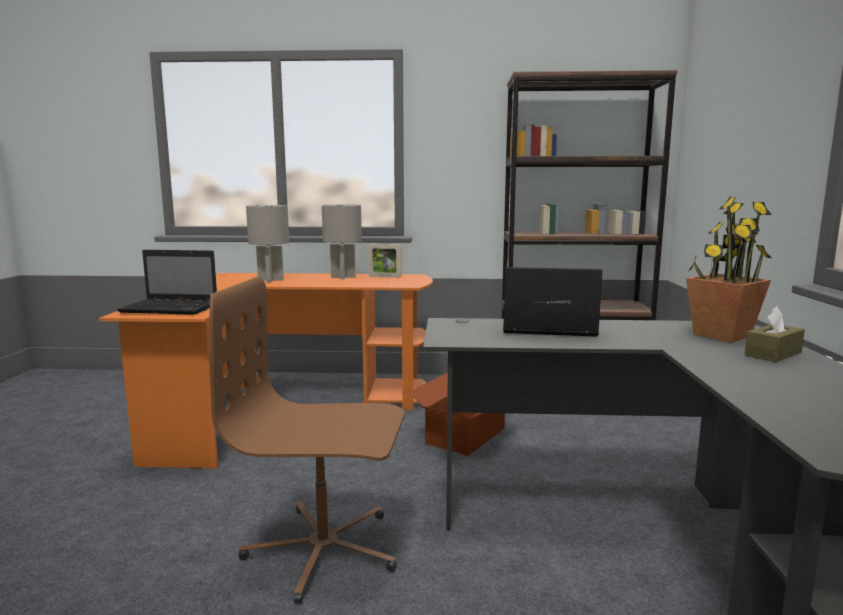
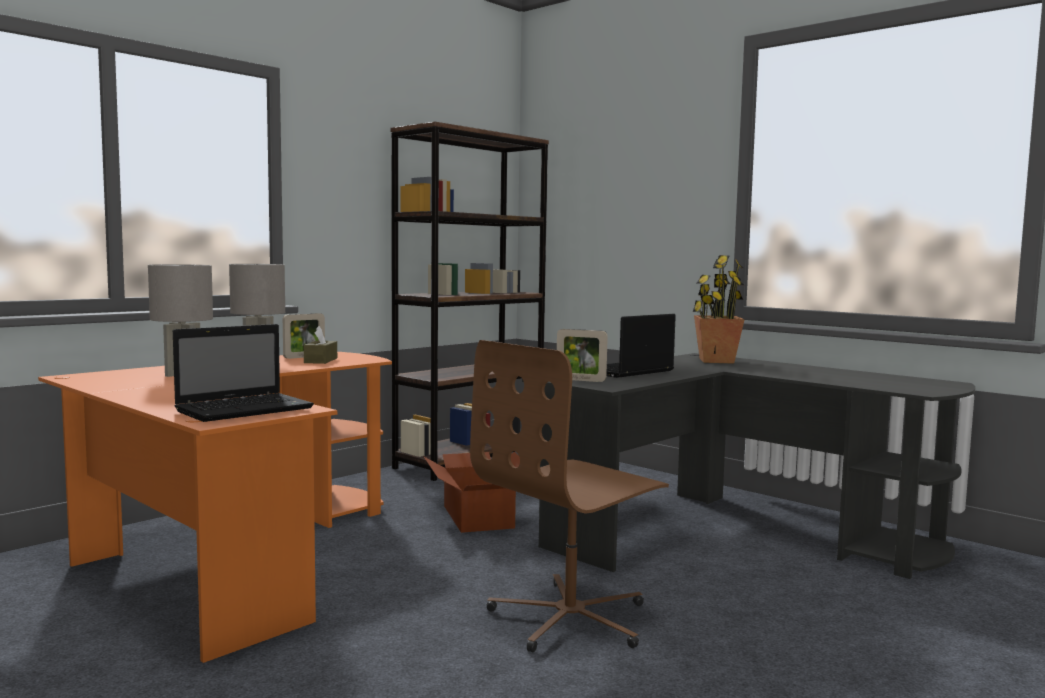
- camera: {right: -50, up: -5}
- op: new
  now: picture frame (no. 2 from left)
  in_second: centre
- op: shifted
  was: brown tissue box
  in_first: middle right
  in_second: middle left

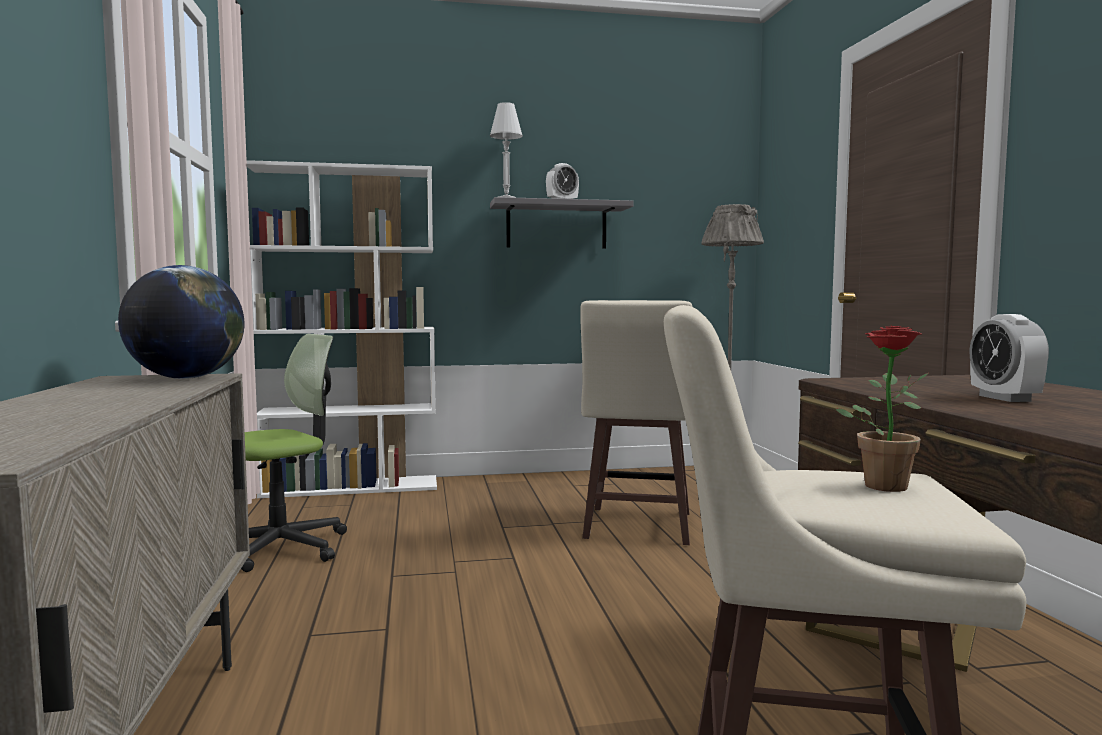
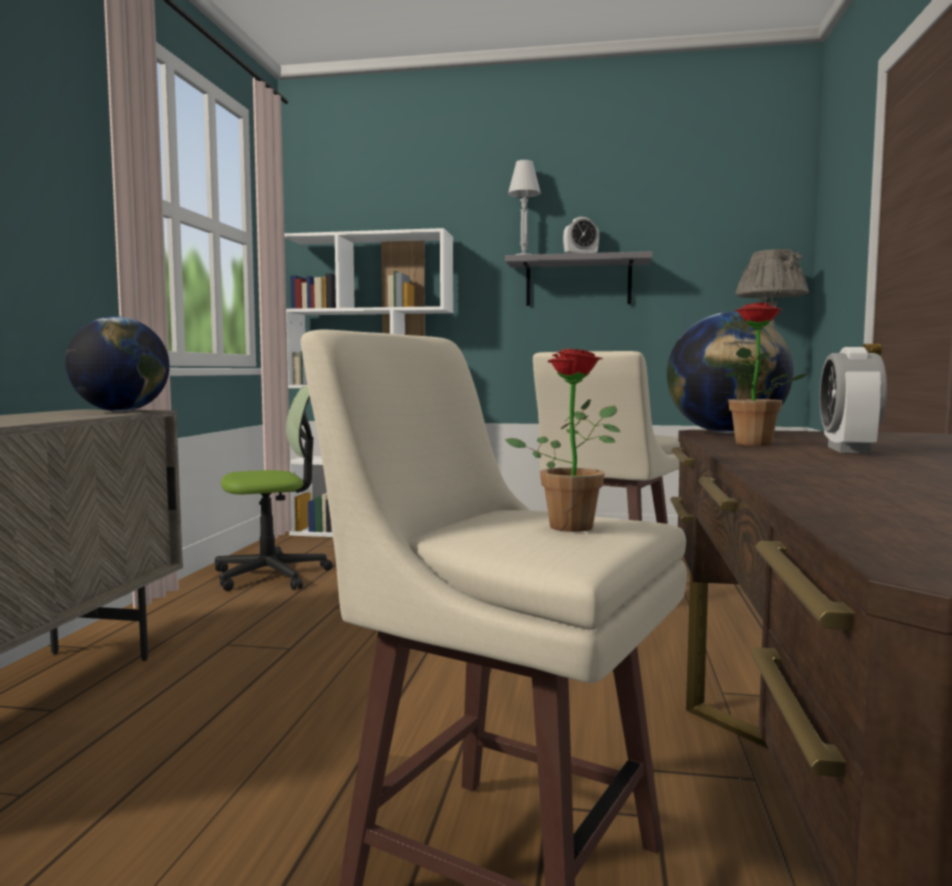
- camera: {right: 20, up: 0}
- op: new
  now: globe (no. 2 from left)
  in_second: middle right
- op: new
  now: potted plant (no. 2 from left)
  in_second: middle right

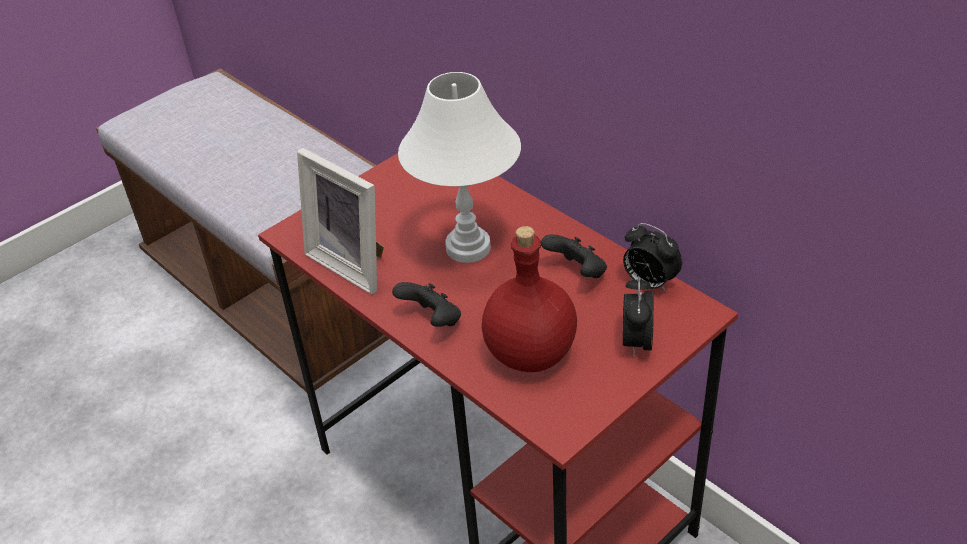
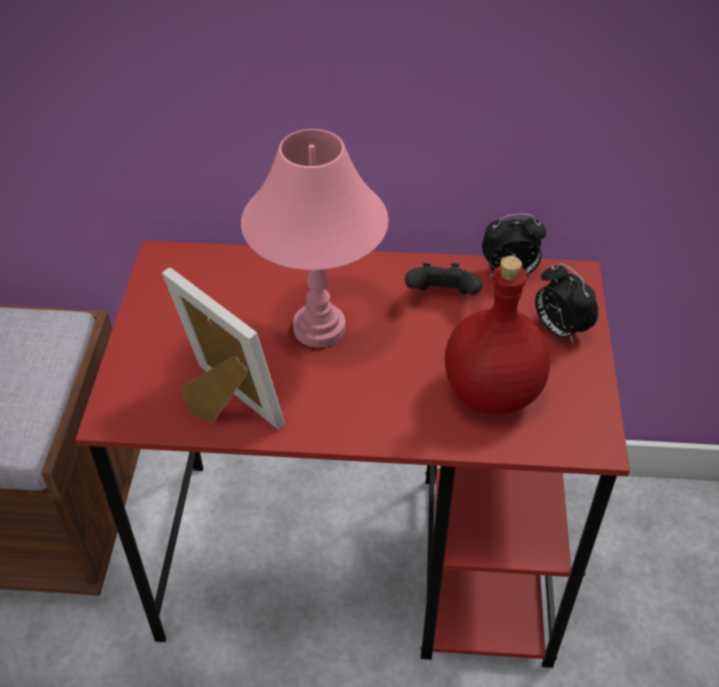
- camera: {right: -45, up: 5}
- op: gone
  was: black game controller (no. 1 from left)
  in_first: centre
- op: repainted
  was: white table lamp
  now: pink table lamp
  in_first: top centre
  in_second: centre
- op: rotated
  was: picture frame
  in_first: centre
  in_second: middle left
  clockwise: -135

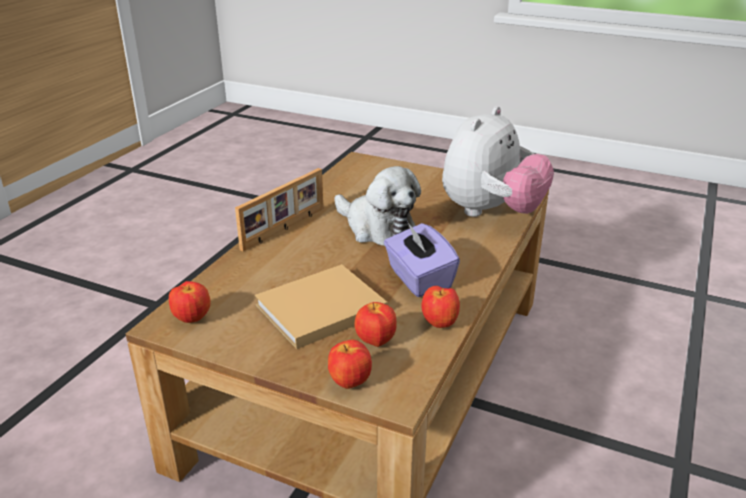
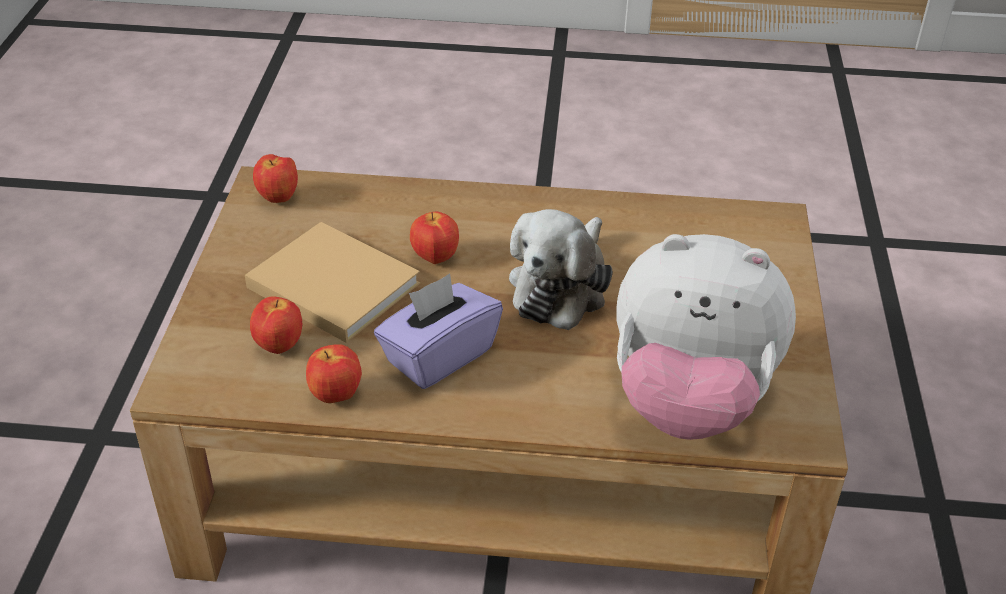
- camera: {right: 70, up: 10}
- op: gone
  was: picture frame
  in_first: centre
- op: shifted
  was: apple (no. 2 from left in the first image)
  now: apple (no. 4 from left)
  in_first: bottom centre
  in_second: centre

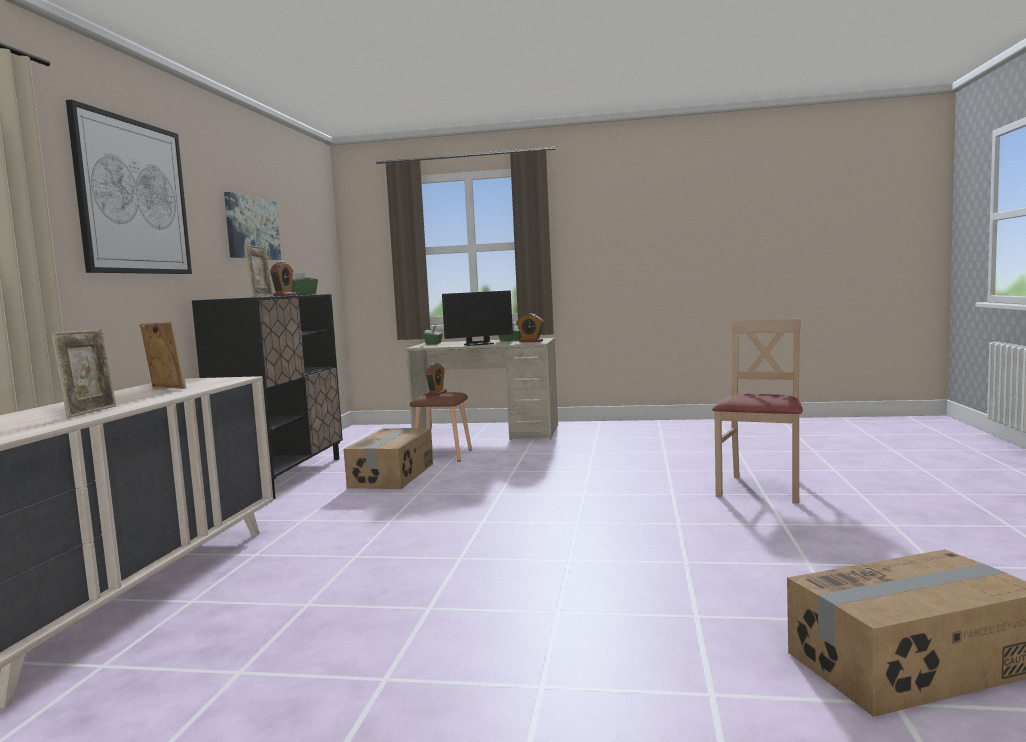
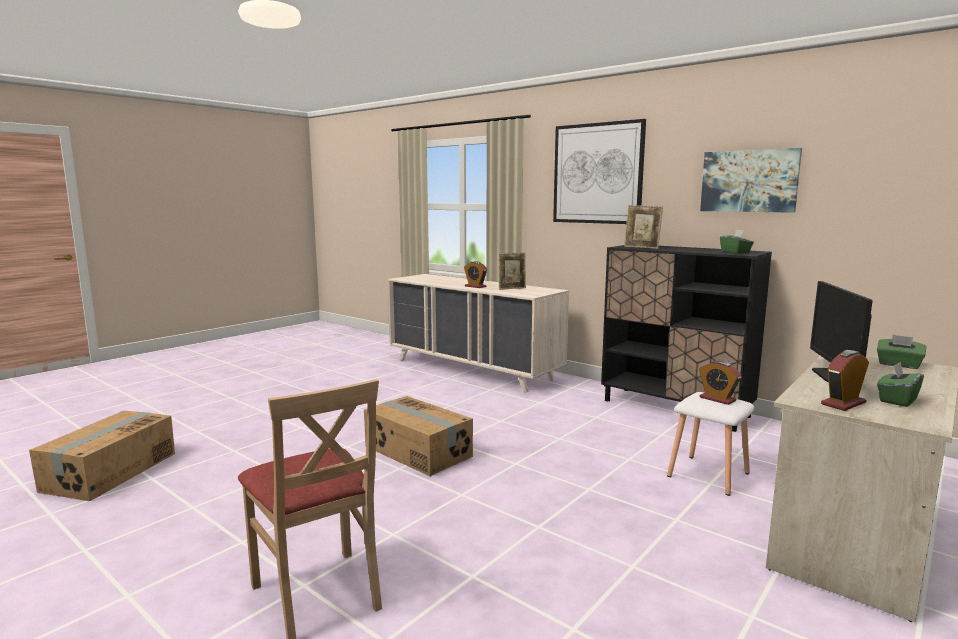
- camera: {right: 120, up: 5}
- op: gone
  was: picture frame (no. 1 from left)
  in_first: middle left
- op: shifted
  was: alarm clock (no. 1 from left)
  in_first: middle left
  in_second: centre
- op: shifted
  was: cardboard box (no. 1 from left in the first image)
  now: cardboard box (no. 2 from left)
  in_first: centre
  in_second: bottom centre
- op: repainted
  was: brown stool
  now: white stool
  in_first: centre
  in_second: bottom right

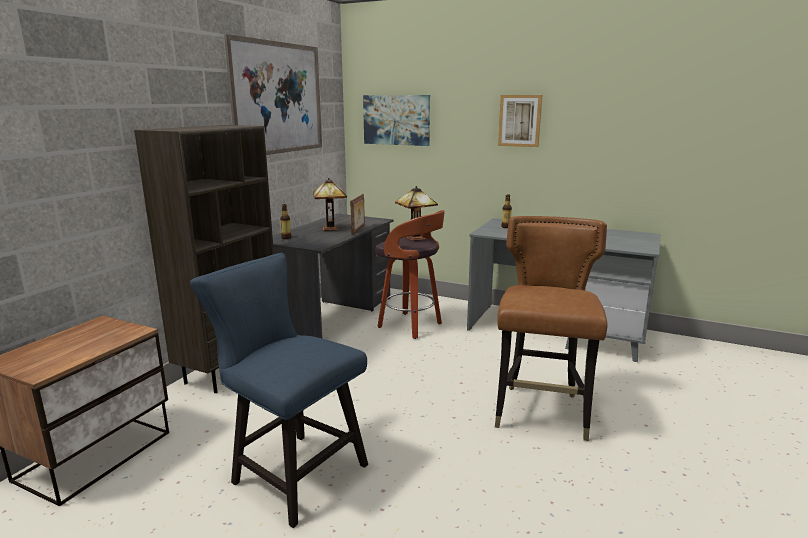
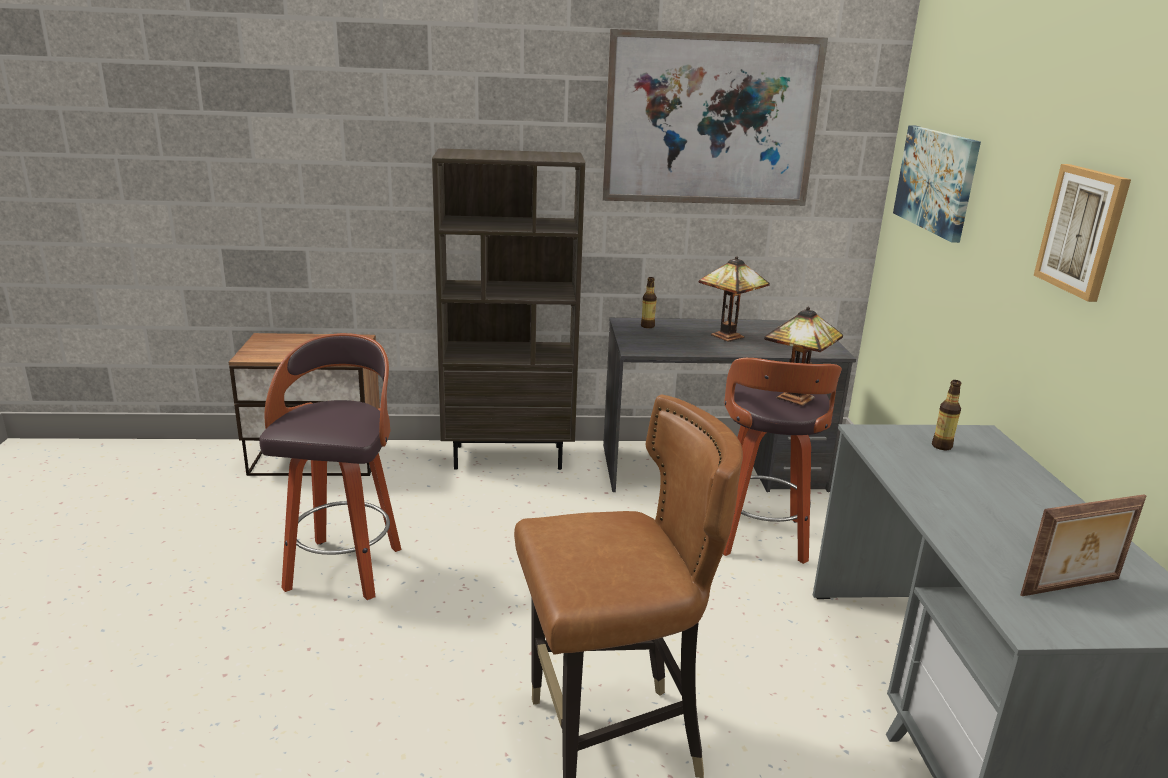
- camera: {right: 60, up: 5}
- op: shifted
  was: picture frame
  in_first: centre
  in_second: bottom right
- op: swapped
  was: blue chair
  now: stool (no. 1 from left)
  in_first: bottom centre
  in_second: middle left

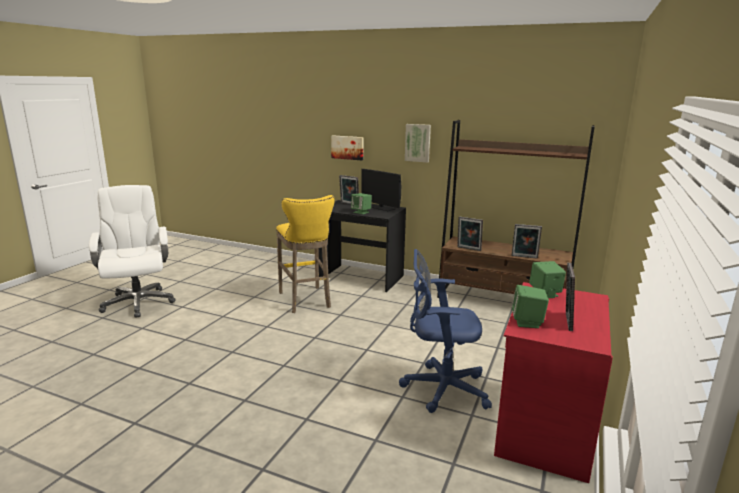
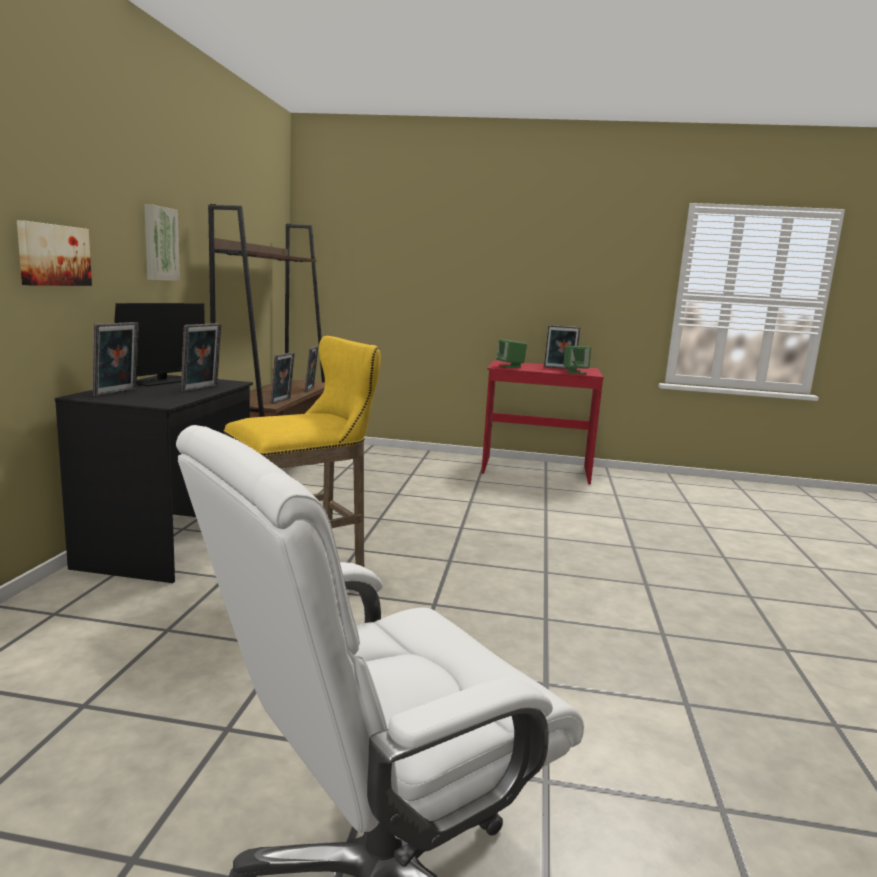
- camera: {right: -105, up: -5}
- op: gone
  was: blue office chair
  in_first: bottom centre
- op: swapped
  was: green speaker (no. 1 from left)
  now: picture frame (no. 2 from left)
  in_first: centre
  in_second: middle left

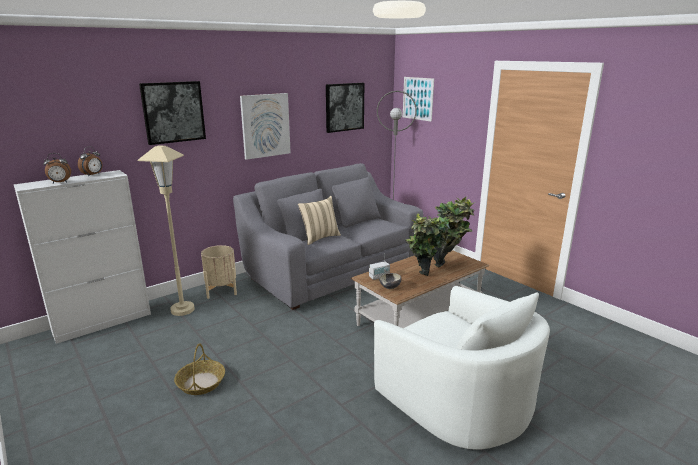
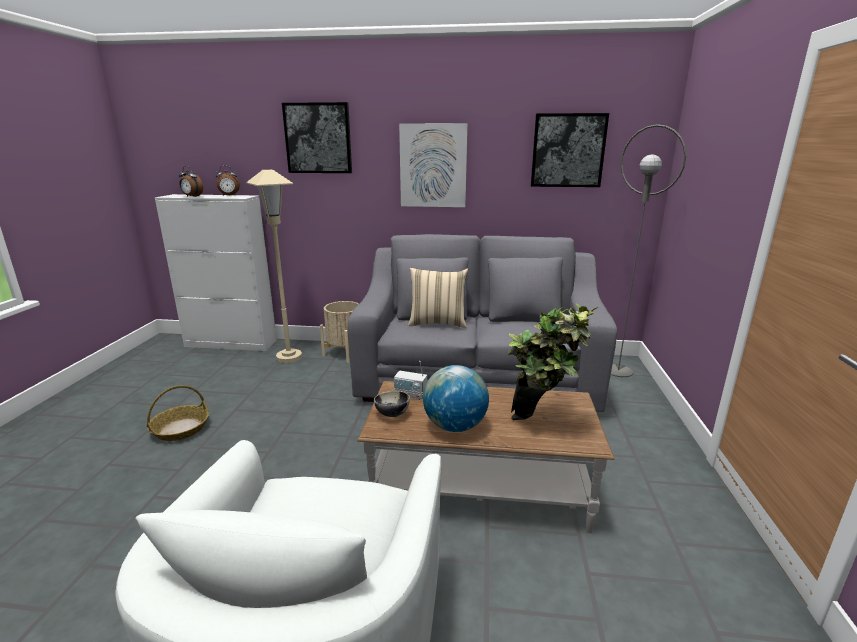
- camera: {right: 45, up: 0}
- op: gone
  was: picture (no. 4 from left)
  in_first: top centre
- op: swapped
  was: potted plant (no. 1 from left)
  now: globe
  in_first: centre
  in_second: centre

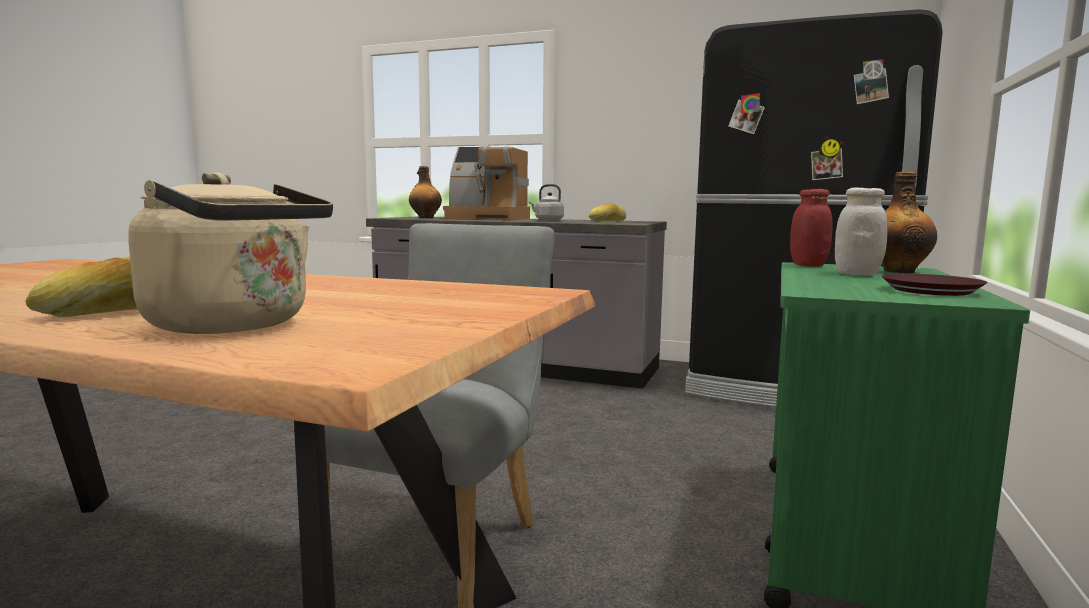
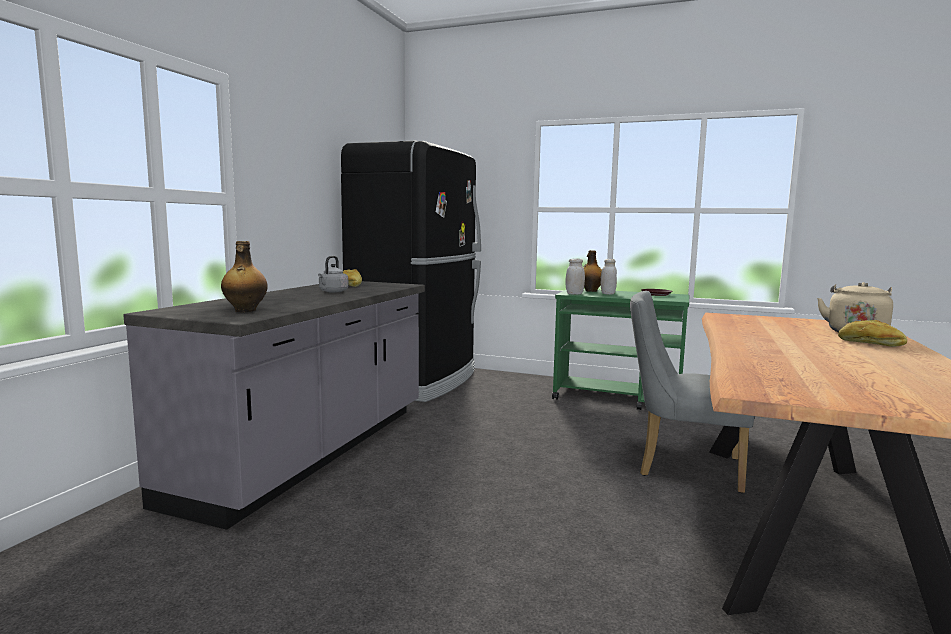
- camera: {right: -90, up: 0}
- op: gone
  was: coffee machine
  in_first: top centre
- op: repainted
  was: red jar
  now: white jar (no. 1 from left)
  in_first: middle right
  in_second: centre

